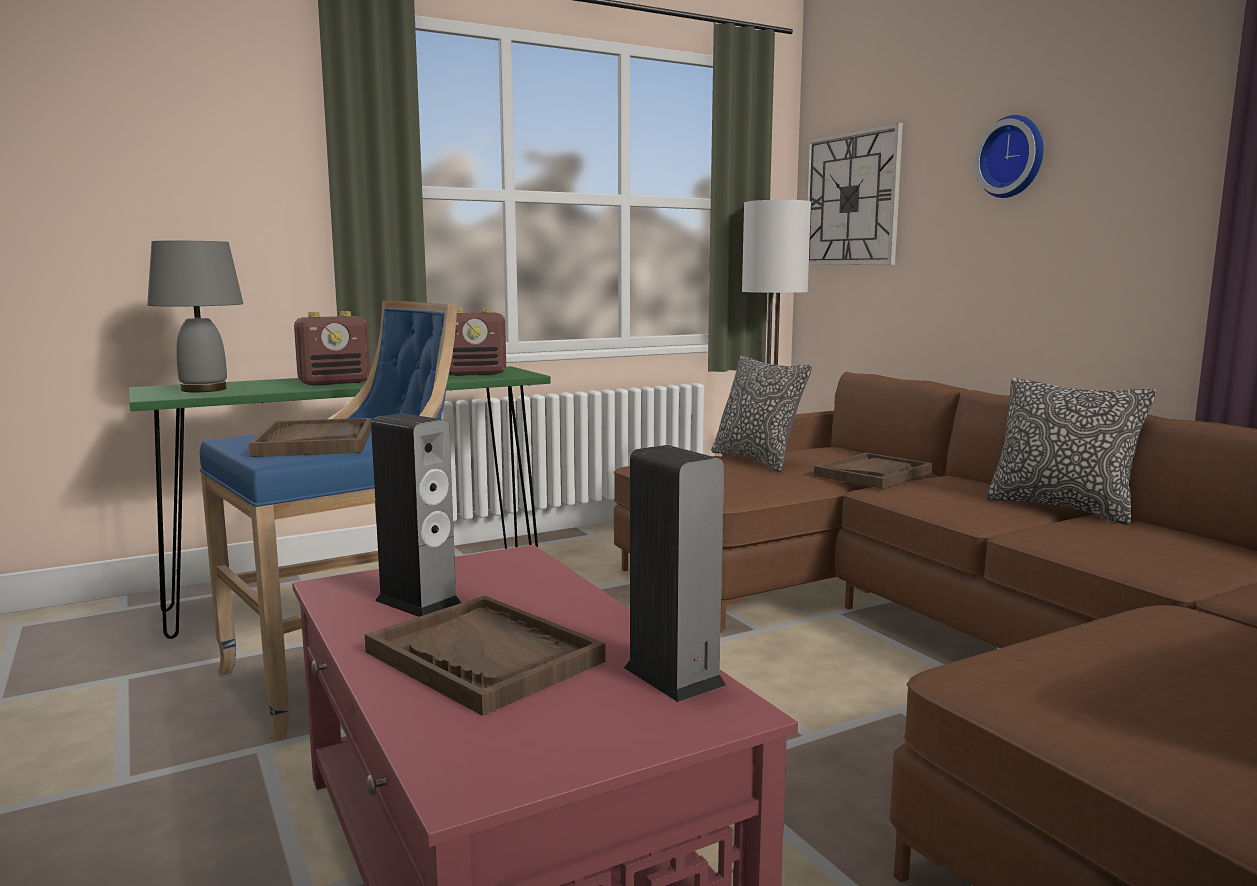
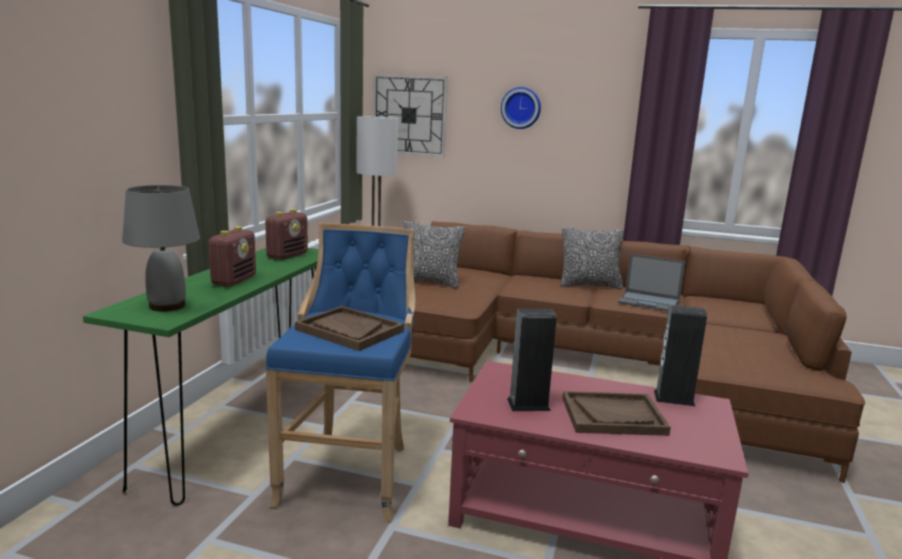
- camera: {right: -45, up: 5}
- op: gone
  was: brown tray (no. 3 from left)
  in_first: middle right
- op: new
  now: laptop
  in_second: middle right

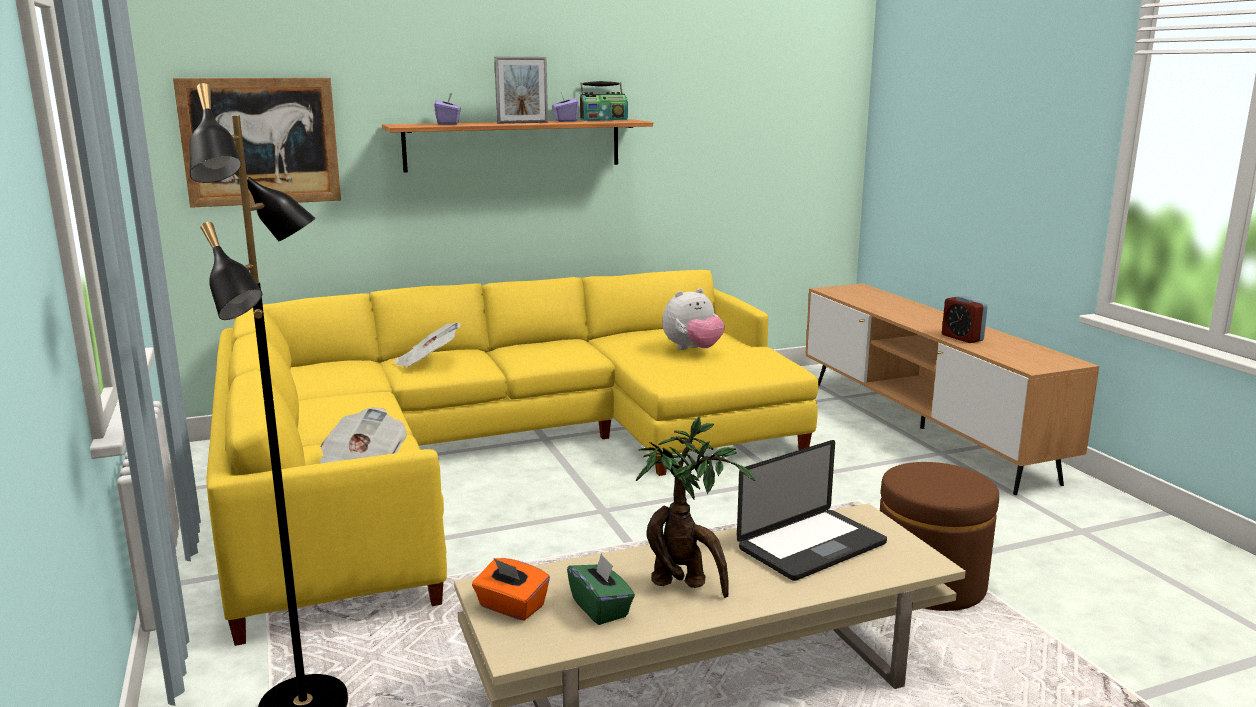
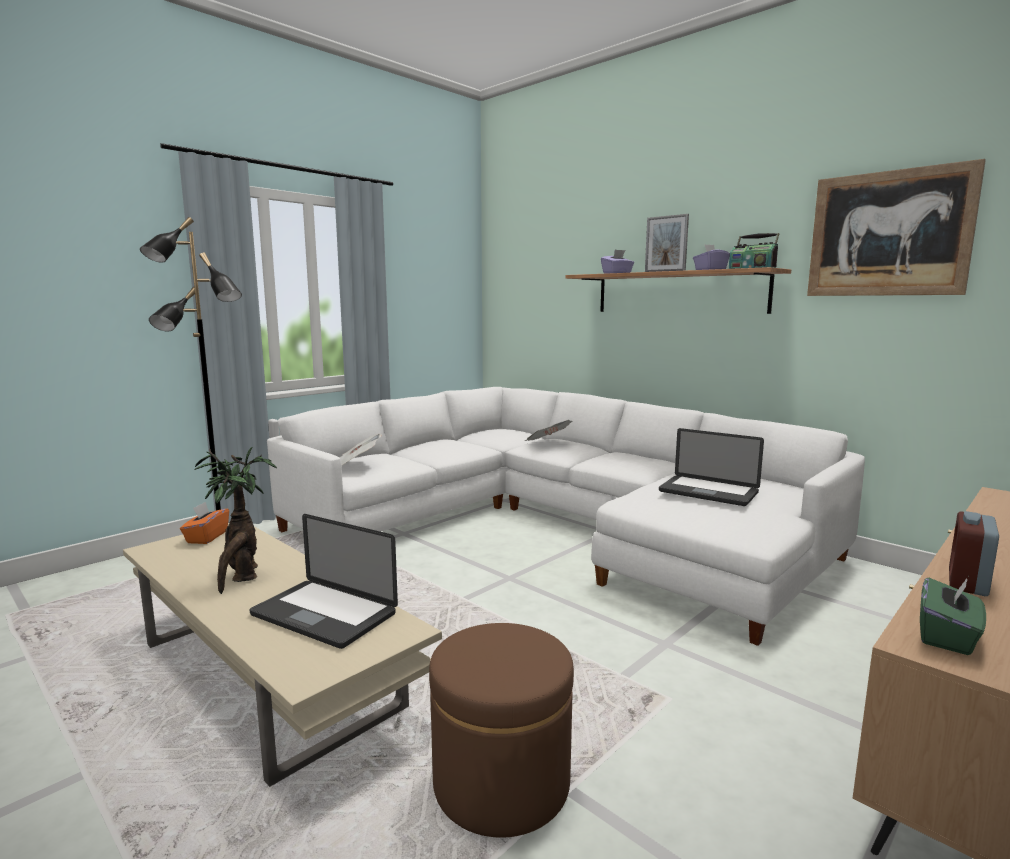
- camera: {right: 65, up: -5}
- op: shifted
  was: picture
  in_first: top left
  in_second: top right
- op: shifted
  was: green tissue box
  in_first: bottom centre
  in_second: bottom right
- op: swapped
  was: plush toy
  now: laptop (no. 2 from left)
  in_first: centre
  in_second: middle right
- op: repainted
  was: yellow sofa
  now: white sofa
  in_first: centre
  in_second: centre

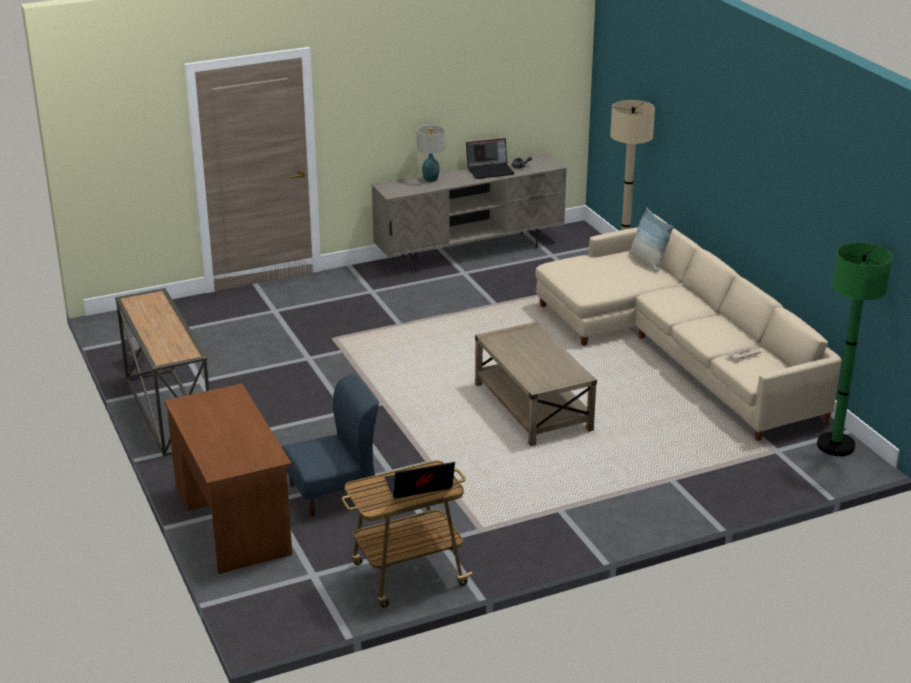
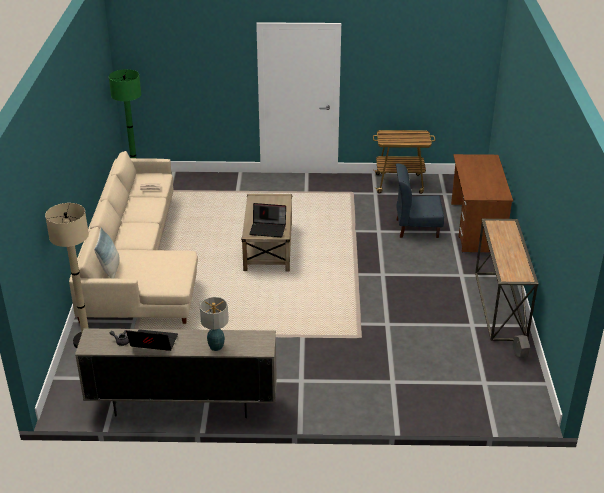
- camera: {right: -155, up: 5}
- op: shifted
  was: laptop (no. 1 from left in the first image)
  now: laptop (no. 2 from left)
  in_first: bottom centre
  in_second: centre

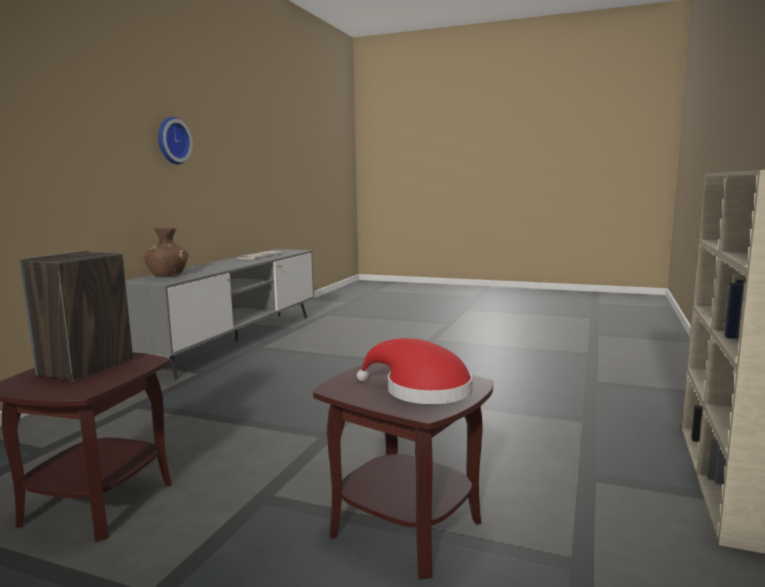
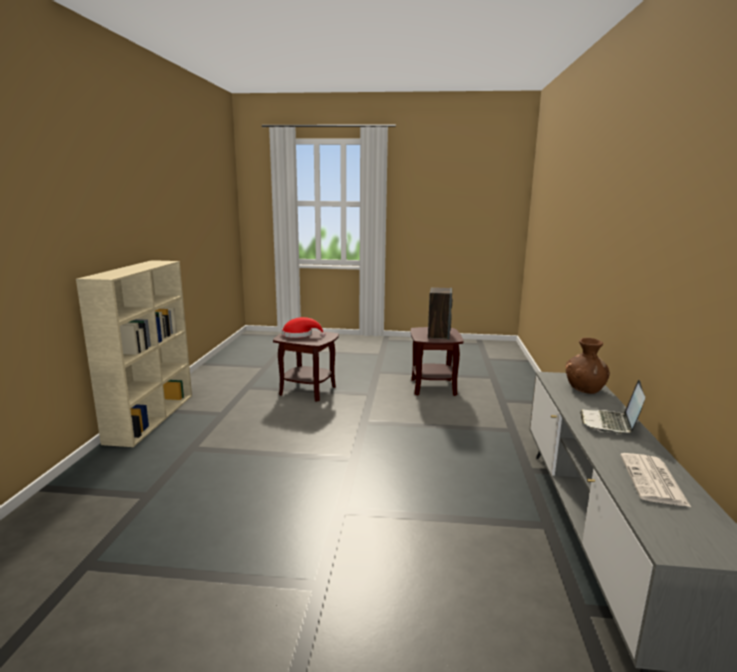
- camera: {right: 165, up: 5}
- op: gone
  was: wall clock
  in_first: top left
- op: new
  now: laptop
  in_second: middle right

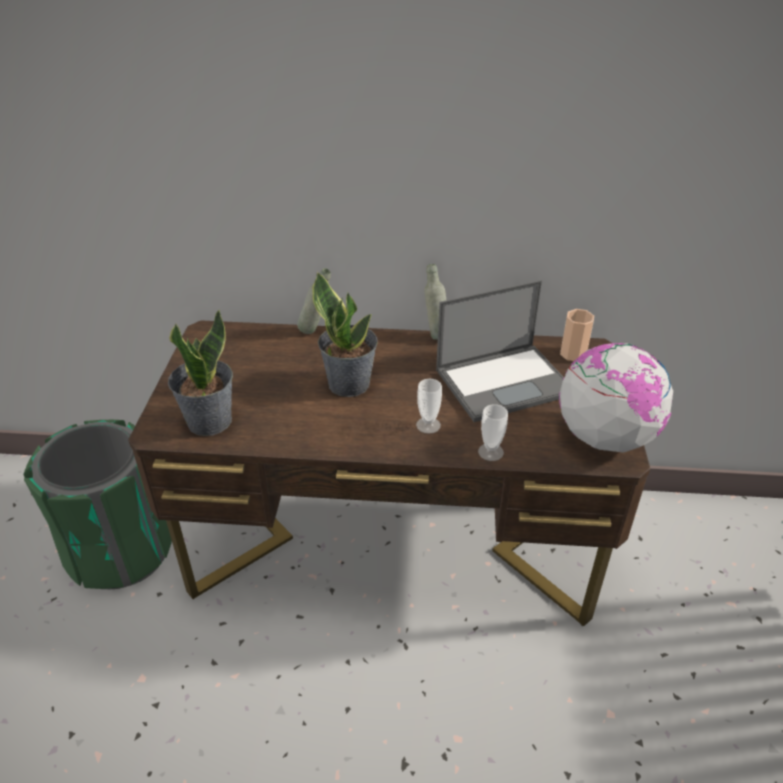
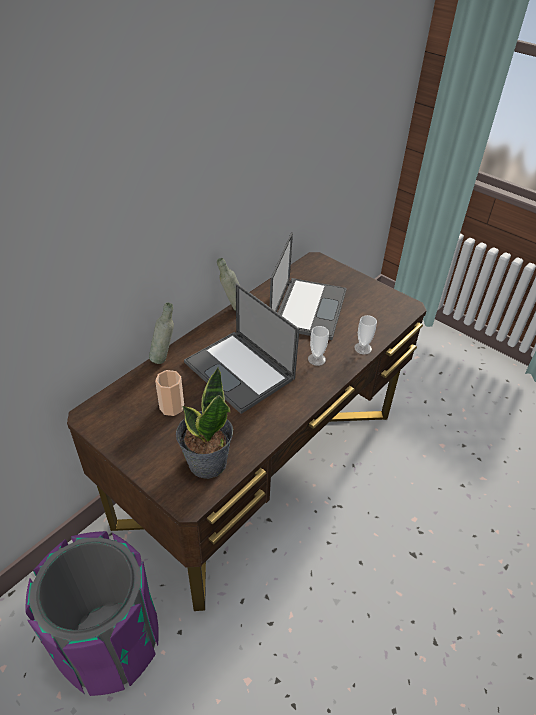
- camera: {right: -55, up: 5}
- op: gone
  was: globe
  in_first: middle right
- op: shifted
  was: cup (no. 3 from left in the first image)
  now: cup (no. 1 from left)
  in_first: middle right
  in_second: middle left
- op: swapped
  was: potted plant (no. 2 from left)
  now: laptop (no. 1 from left)
  in_first: centre
  in_second: centre
- op: repainted
  was: green trash can
  now: purple trash can
  in_first: middle left
  in_second: bottom left

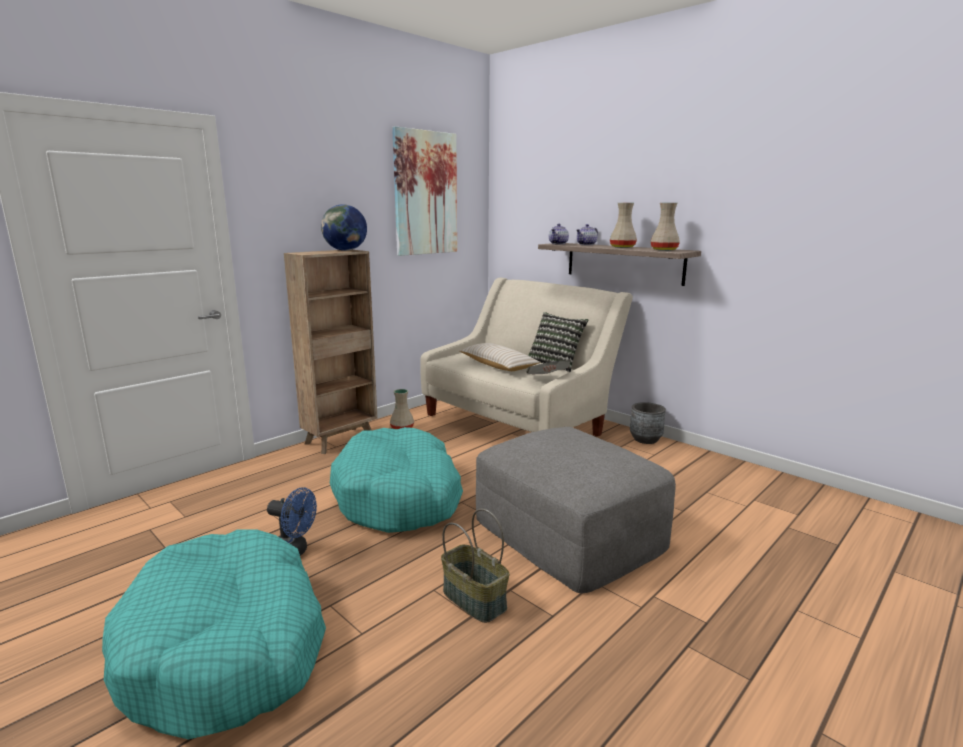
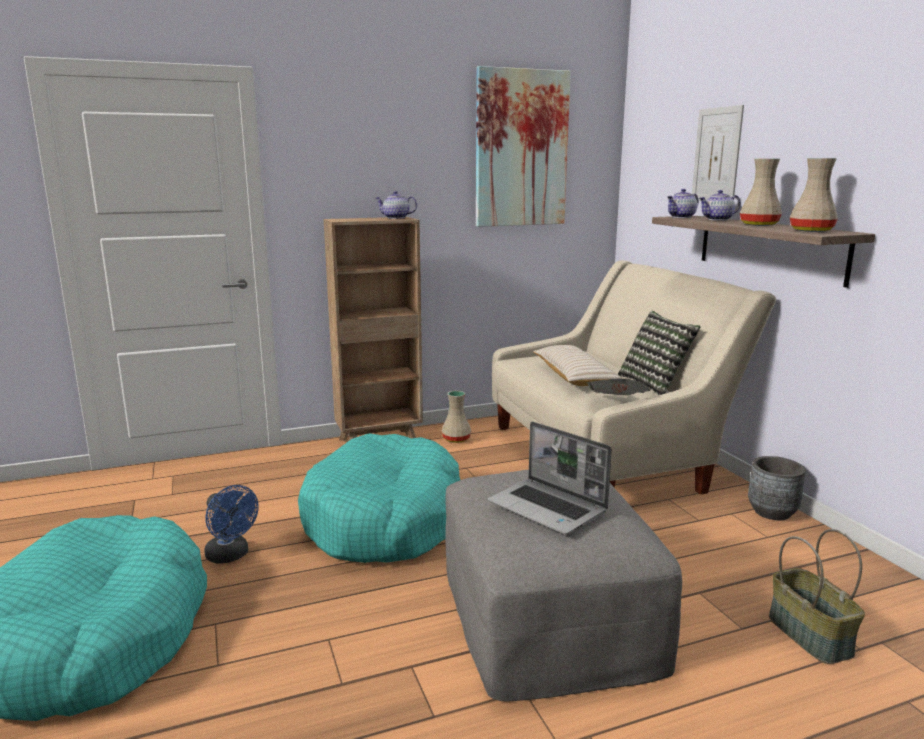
- camera: {right: 25, up: 0}
- op: new
  now: laptop
  in_second: centre
- op: new
  now: picture (no. 2 from left)
  in_second: top right
- op: shifted
  was: basket
  in_first: bottom centre
  in_second: bottom right
- op: swapped
  was: globe
  now: teapot (no. 1 from left)
  in_first: top centre
  in_second: top centre

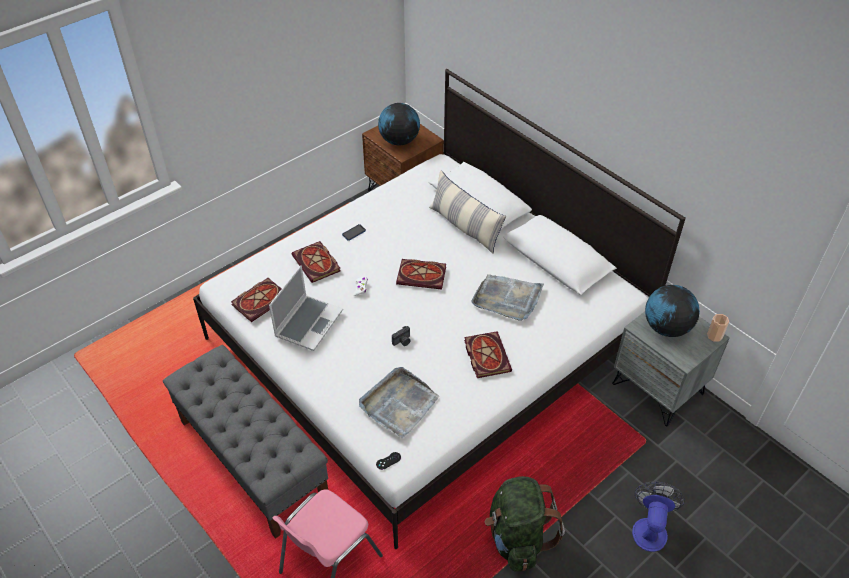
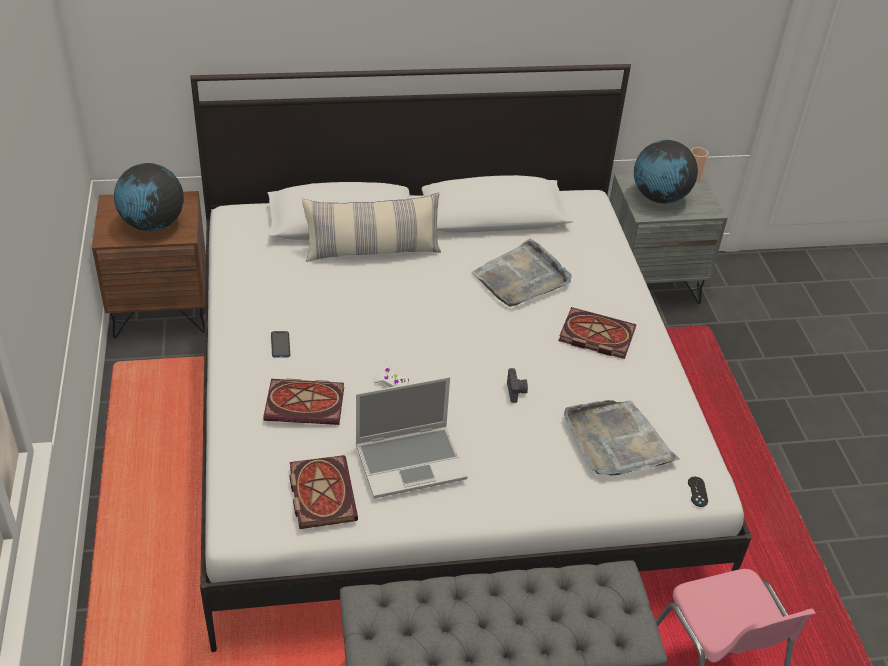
- camera: {right: -60, up: -5}
- op: gone
  was: book (no. 3 from left)
  in_first: centre
- op: gone
  was: green backpack
  in_first: bottom centre
- op: gone
  was: fan
  in_first: bottom right
- op: rotated
  was: laptop
  in_first: centre
  in_second: centre
  clockwise: 105

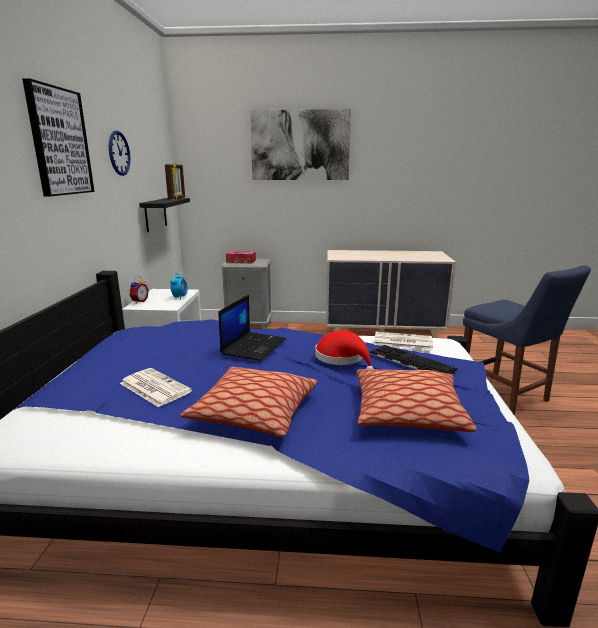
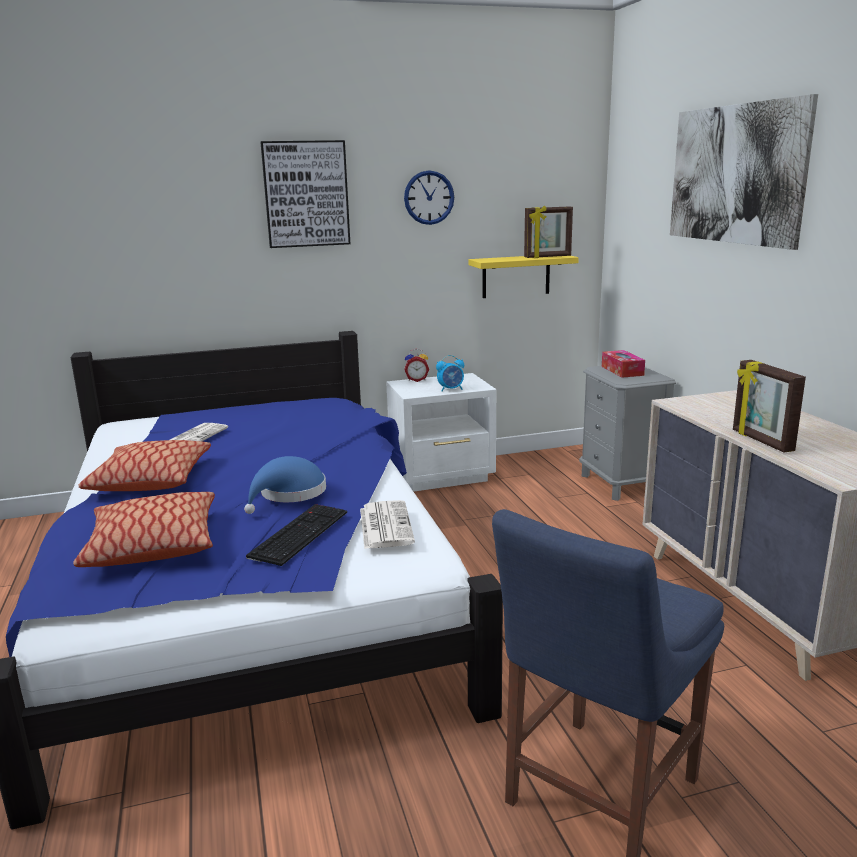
- camera: {right: 70, up: 0}
- op: gone
  was: laptop
  in_first: centre
- op: new
  now: picture frame (no. 2 from left)
  in_second: middle right
- op: repainted
  was: black shelf
  now: yellow shelf
  in_first: middle left
  in_second: top centre
- op: repainted
  was: red hat
  now: blue hat
  in_first: centre
  in_second: middle left

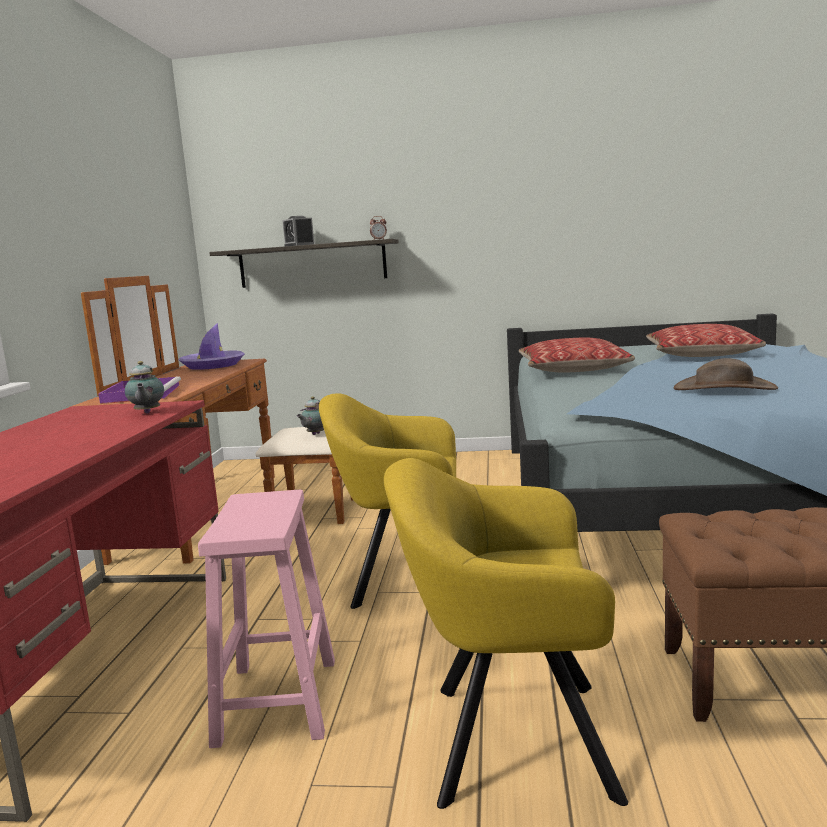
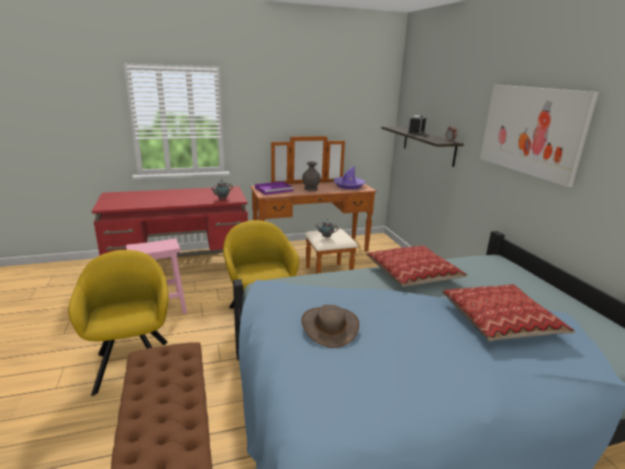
- camera: {right: 65, up: 10}
- op: new
  now: grey vase
  in_second: centre
- op: new
  now: picture
  in_second: top right

